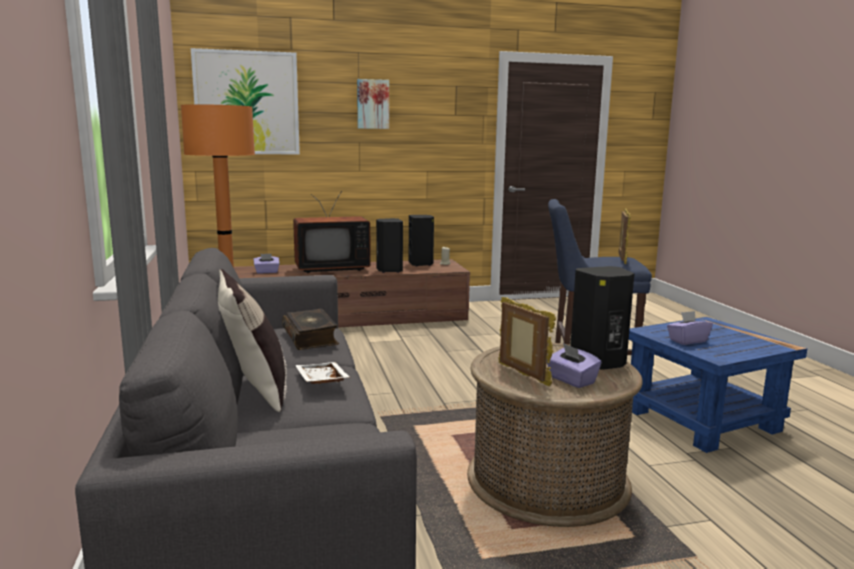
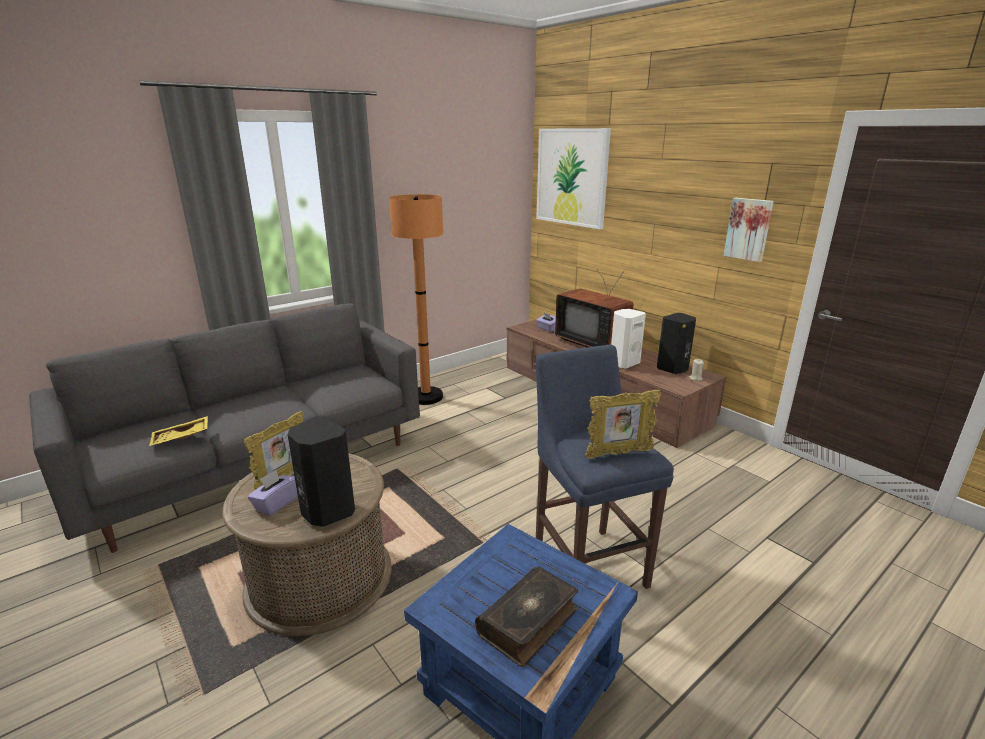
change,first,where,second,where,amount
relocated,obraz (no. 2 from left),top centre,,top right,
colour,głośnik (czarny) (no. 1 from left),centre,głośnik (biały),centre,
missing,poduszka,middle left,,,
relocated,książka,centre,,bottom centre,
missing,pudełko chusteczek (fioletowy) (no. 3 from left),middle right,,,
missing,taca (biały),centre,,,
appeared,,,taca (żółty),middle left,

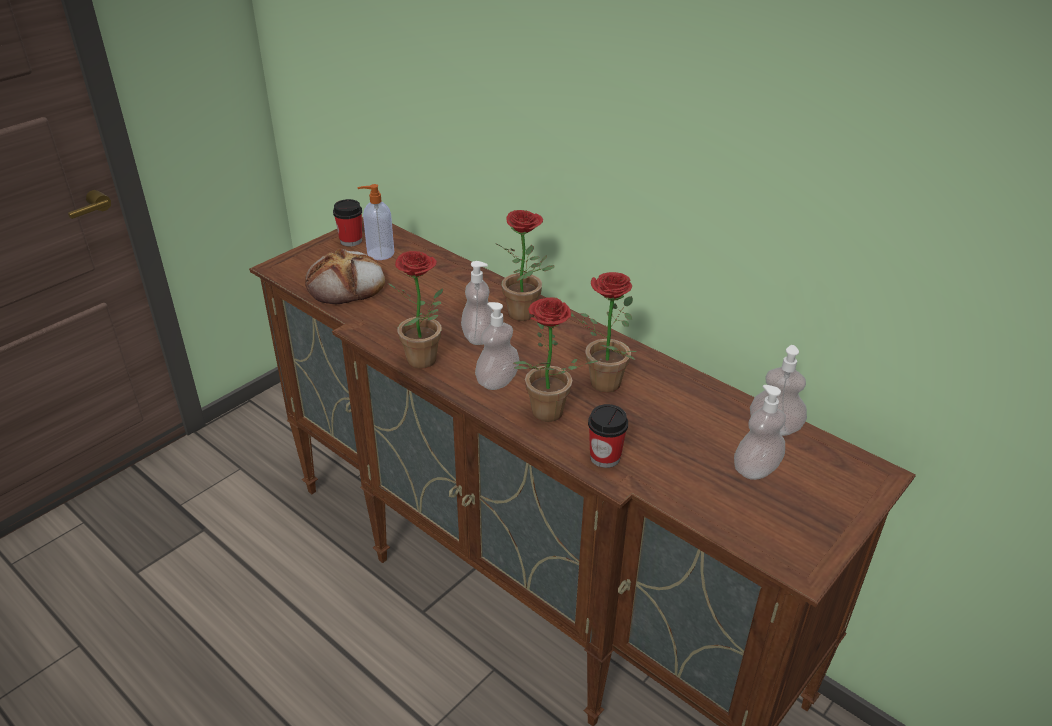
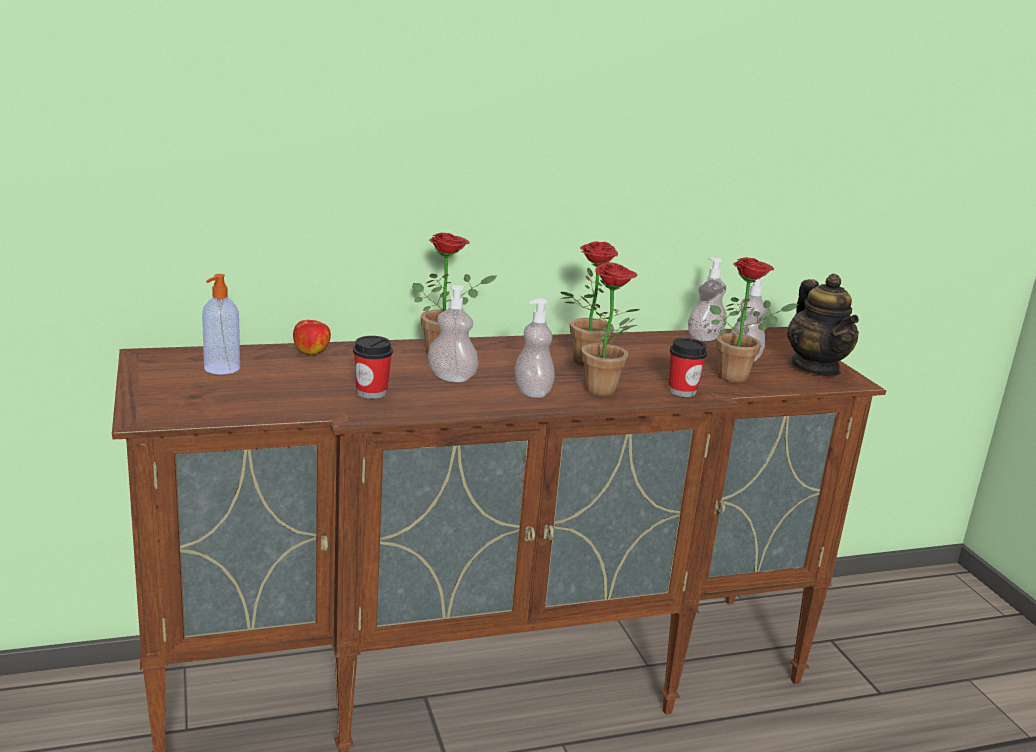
change,first,where,second,where,amount
relocated,filiżanka (no. 1 from left),top left,,centre,
missing,chleb,middle left,,,
relocated,roślina doniczkowa (no. 1 from left in the first image),centre,roślina doniczkowa (no. 4 from left),middle right,
appeared,,,imbryk,middle right,
appeared,,,jabłko,middle left,

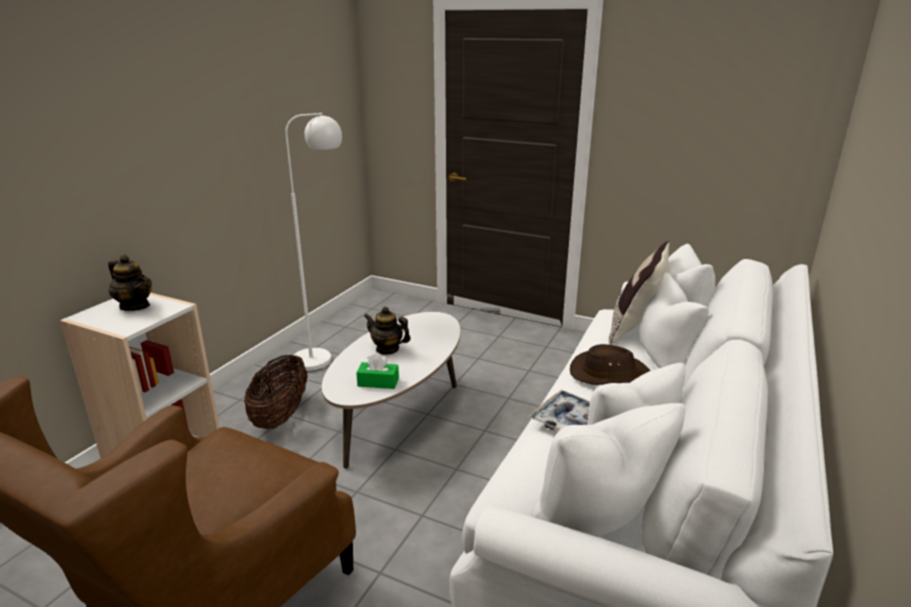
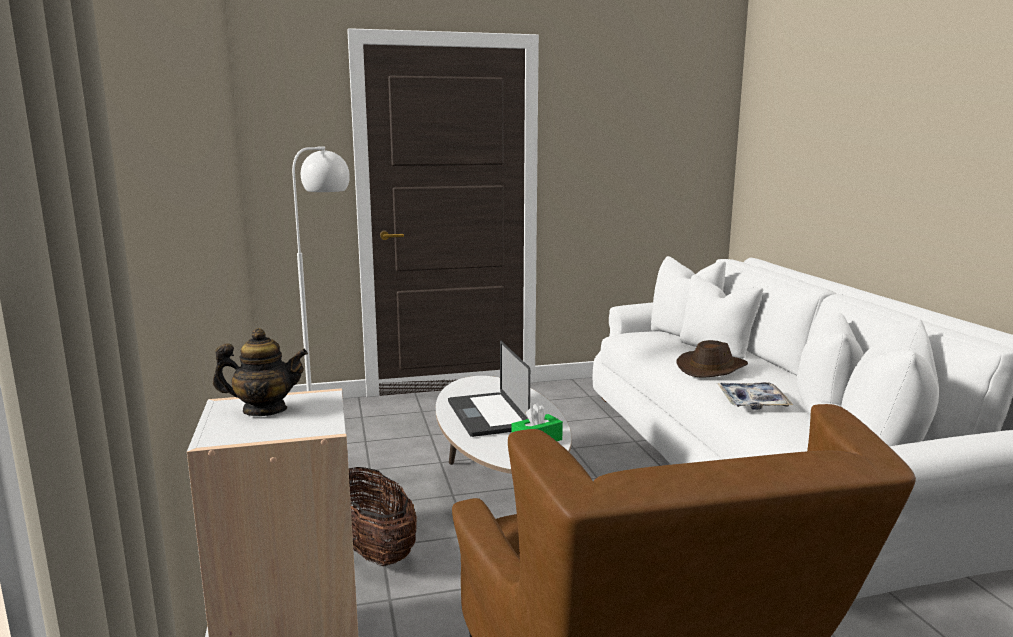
change,first,where,second,where,amount
missing,poduszka,middle right,,,
exchanged,imbryk (no. 2 from left),centre,laptop,centre,

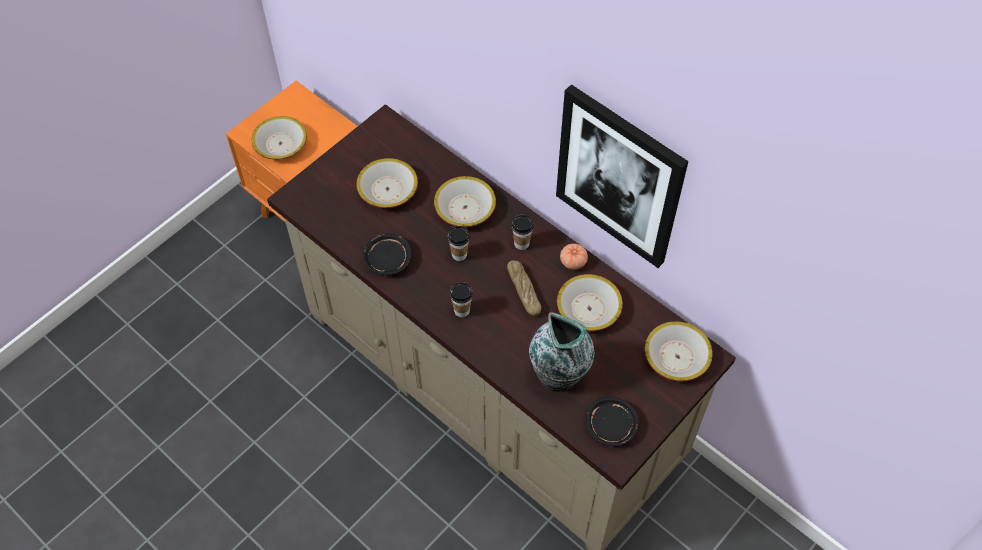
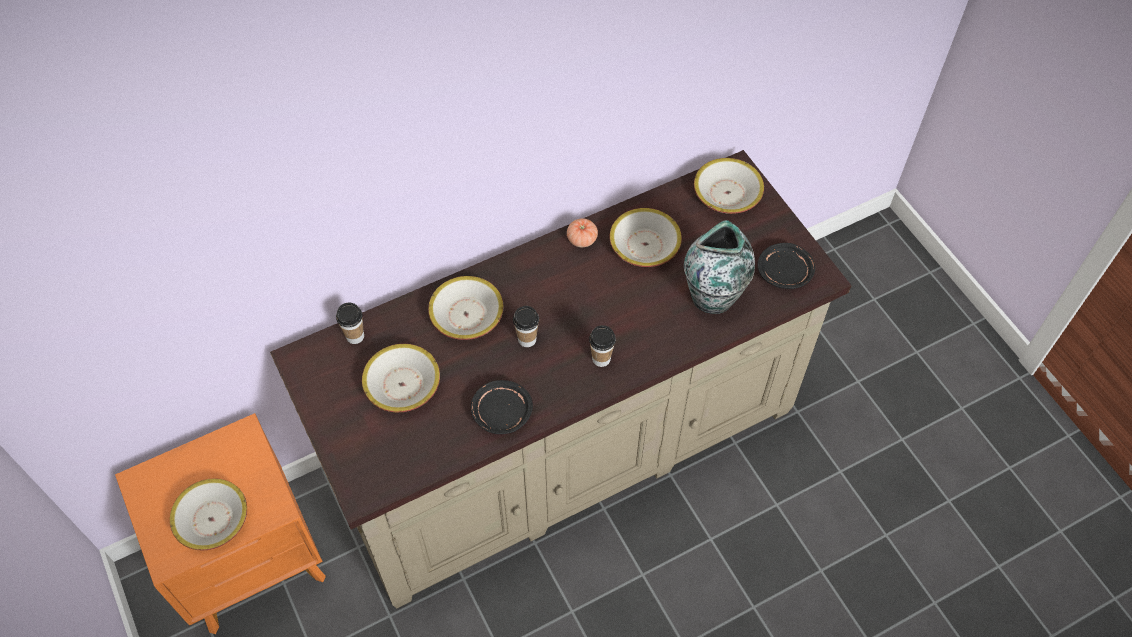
change,first,where,second,where,amount
missing,obraz,top centre,,,
relocated,filiżanka (no. 3 from left in the first image),centre,filiżanka (no. 1 from left),middle left,
missing,chleb,centre,,,

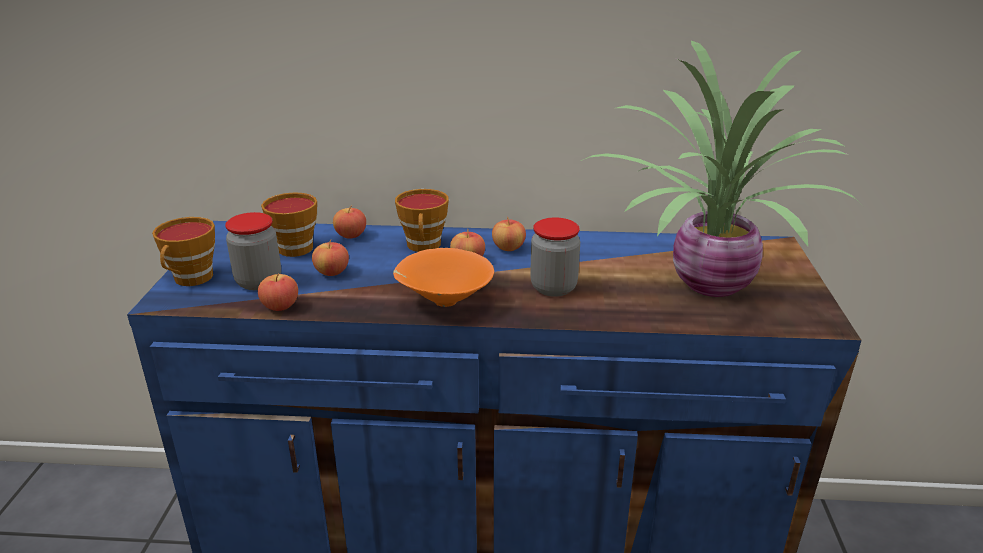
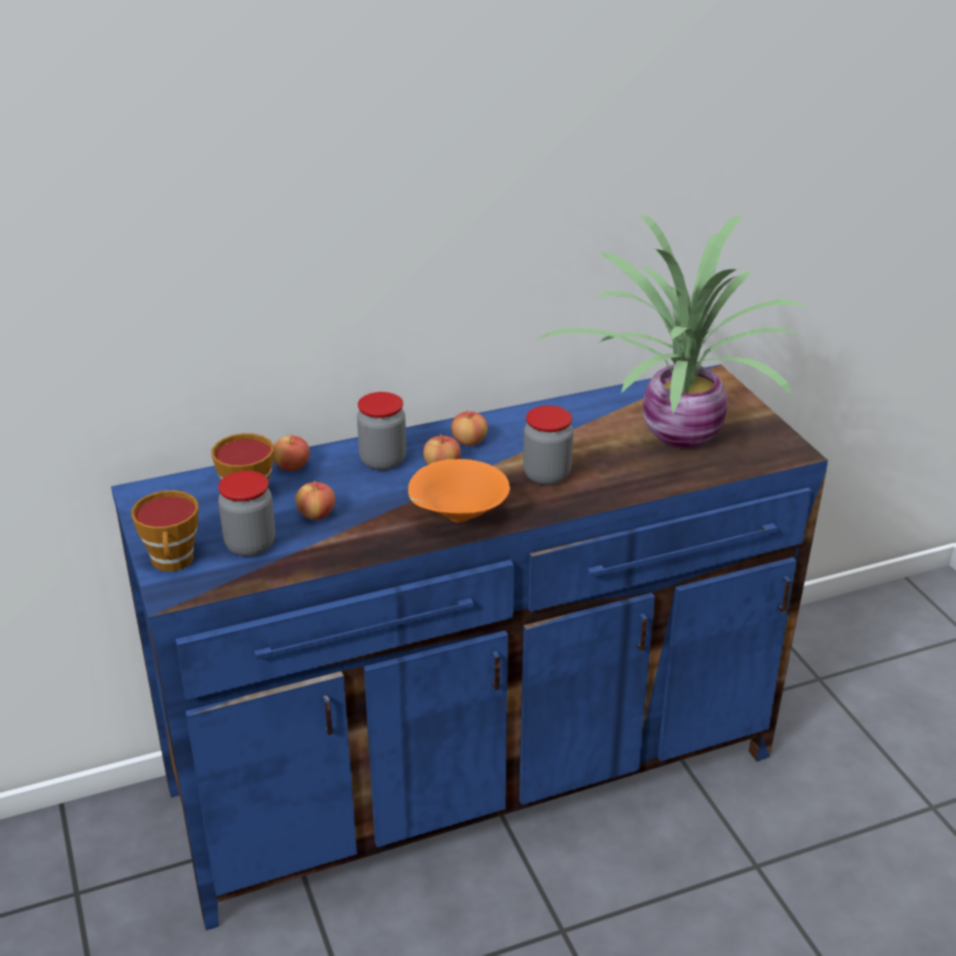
change,first,where,second,where,amount
exchanged,filiżanka (no. 3 from left),centre,słoik (no. 2 from left),centre,
missing,jabłko (no. 1 from left),middle left,,,

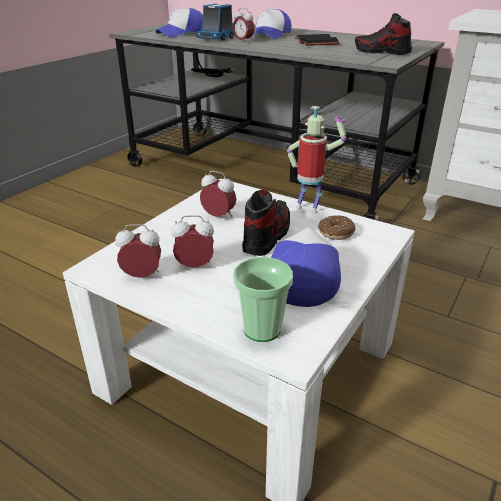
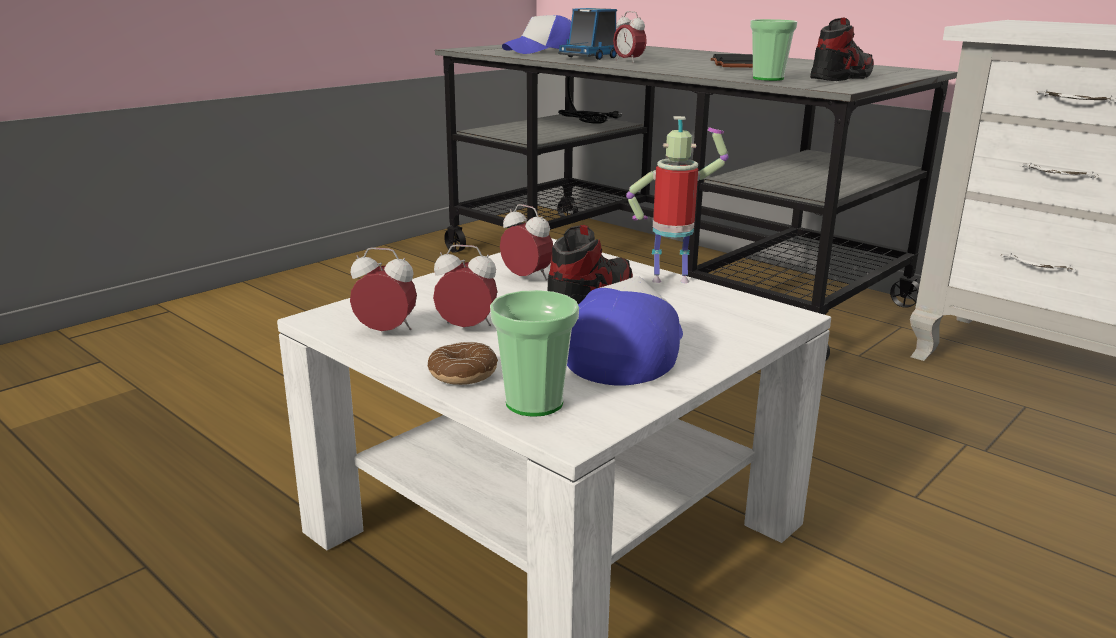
change,first,where,second,where,amount
missing,czapka z daszkiem (no. 2 from left),top centre,,,
spun,but (no. 2 from left),top right,,top right,105 degrees clockwise
spun,robot zabawkowy,top centre,,top centre,45 degrees counterclockwise
relocated,donut,middle right,,centre,
appeared,,,filiżanka (no. 2 from left),top right,

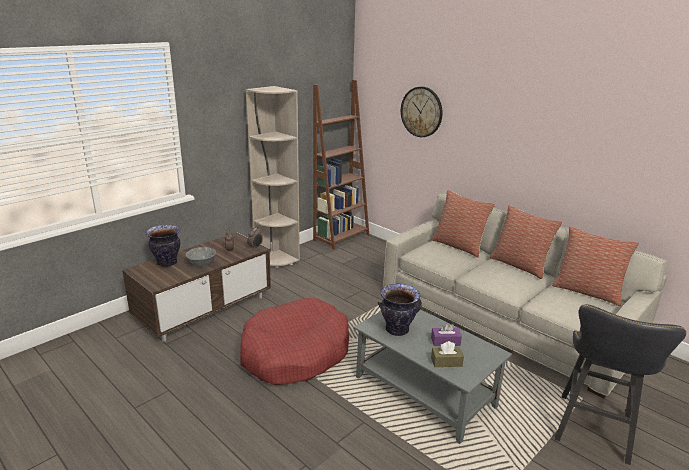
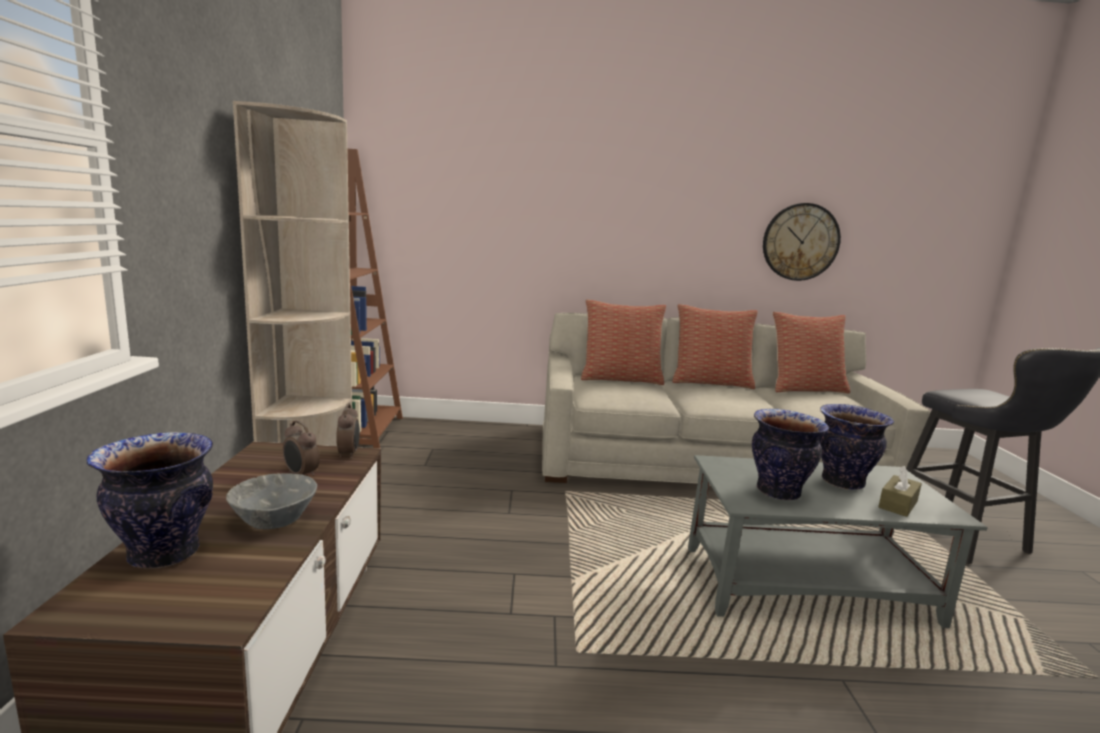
change,first,where,second,where,amount
relocated,zegar ścienny,top centre,,top right,
missing,legowisko (czerwony),bottom centre,,,
exchanged,pudełko chusteczek (fioletowy),bottom centre,wazon (no. 3 from left),middle right,

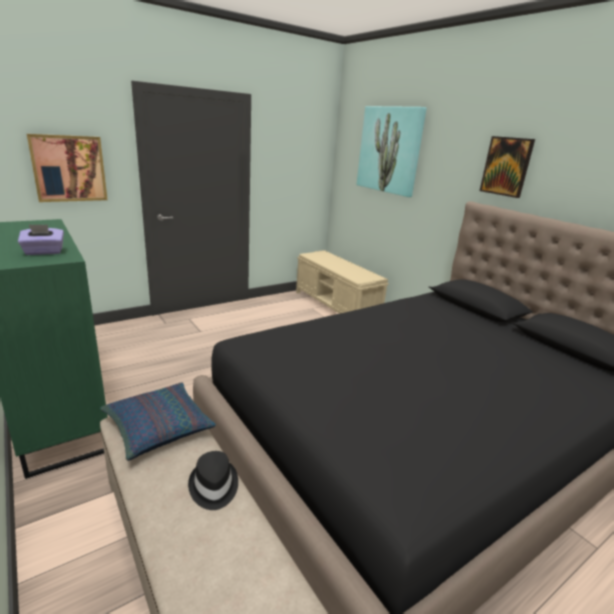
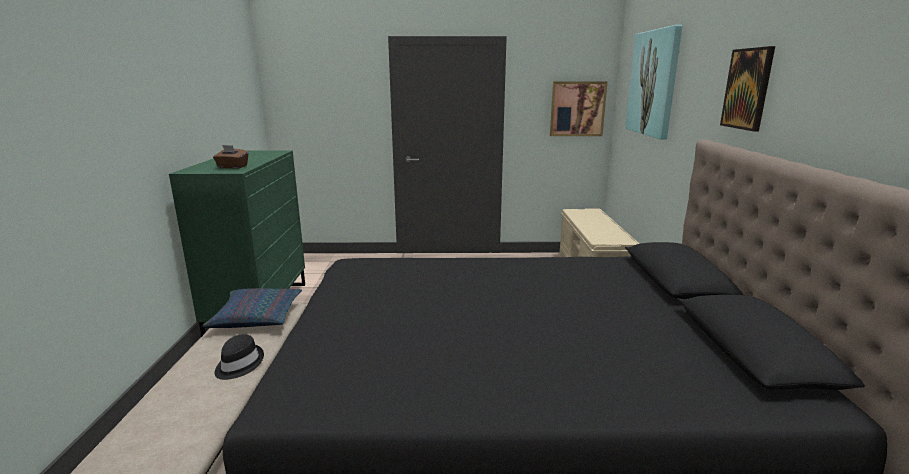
change,first,where,second,where,amount
relocated,obraz (no. 1 from left),top left,,top centre,
colour,pudełko chusteczek (fioletowy),middle left,pudełko chusteczek (brązowy),top left,

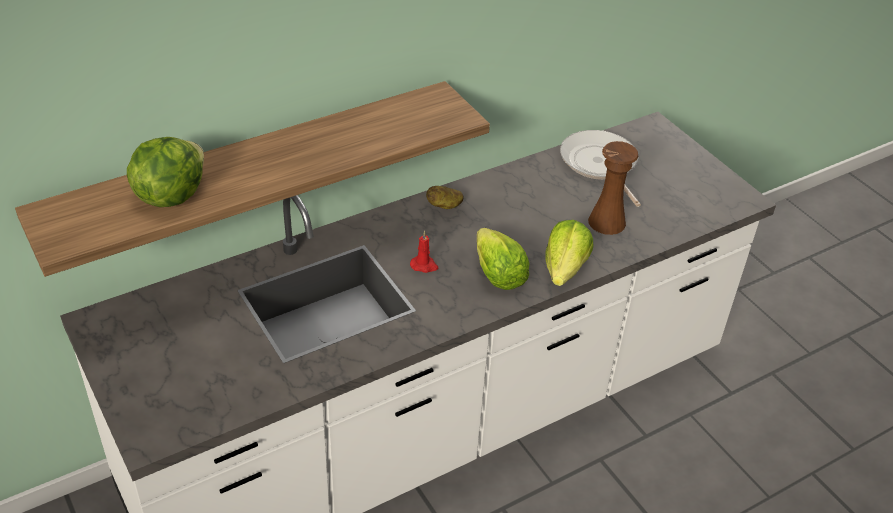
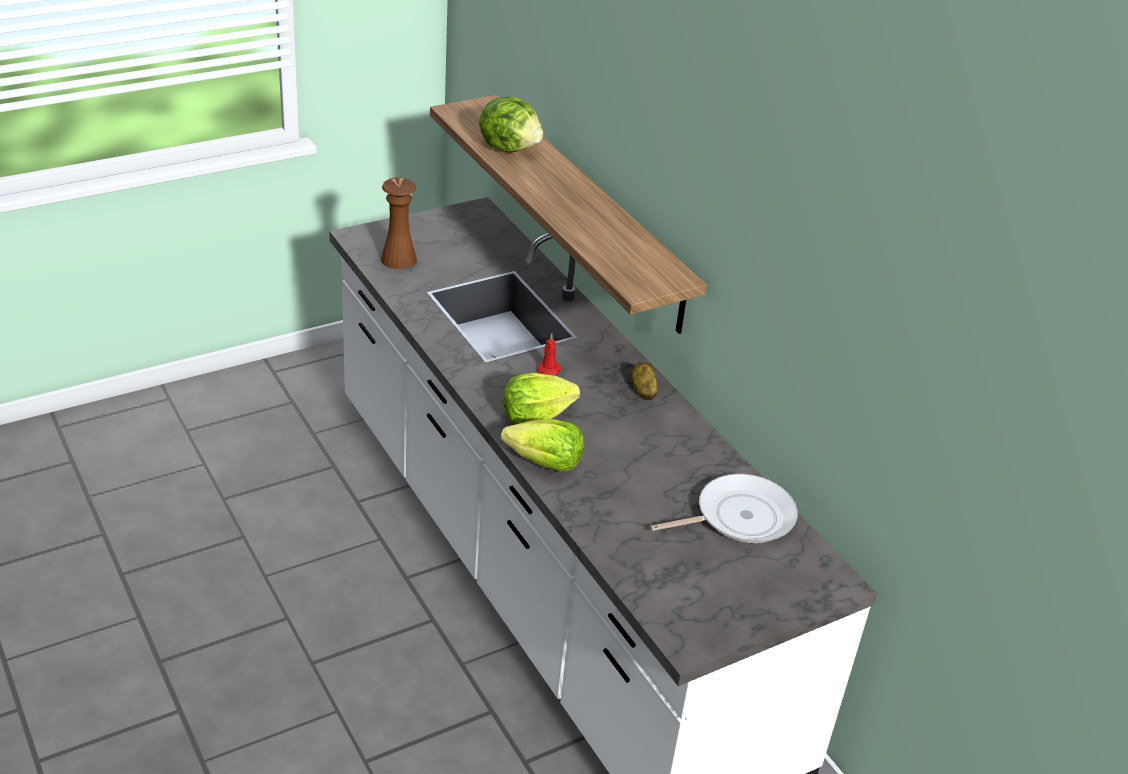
change,first,where,second,where,amount
relocated,wazon (brązowy),middle right,,top centre,

